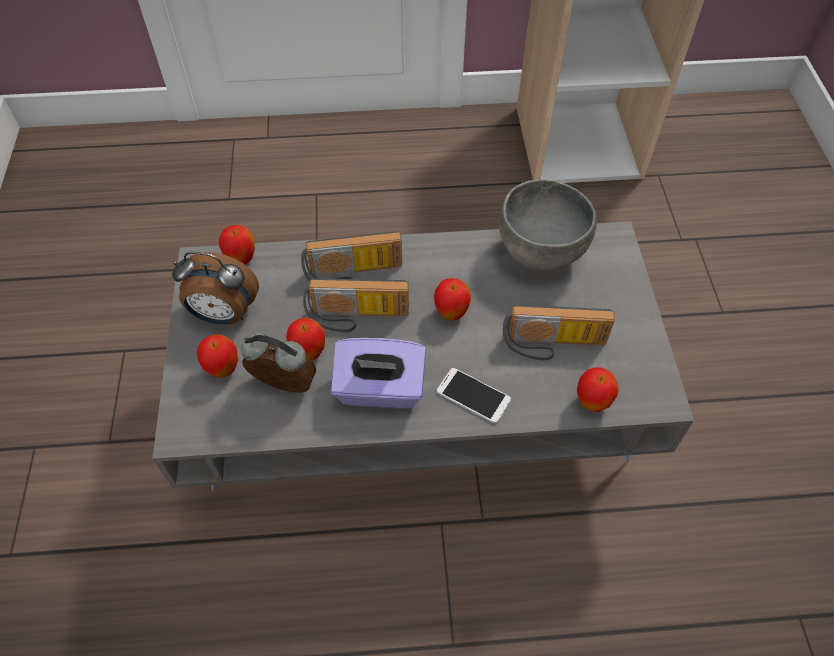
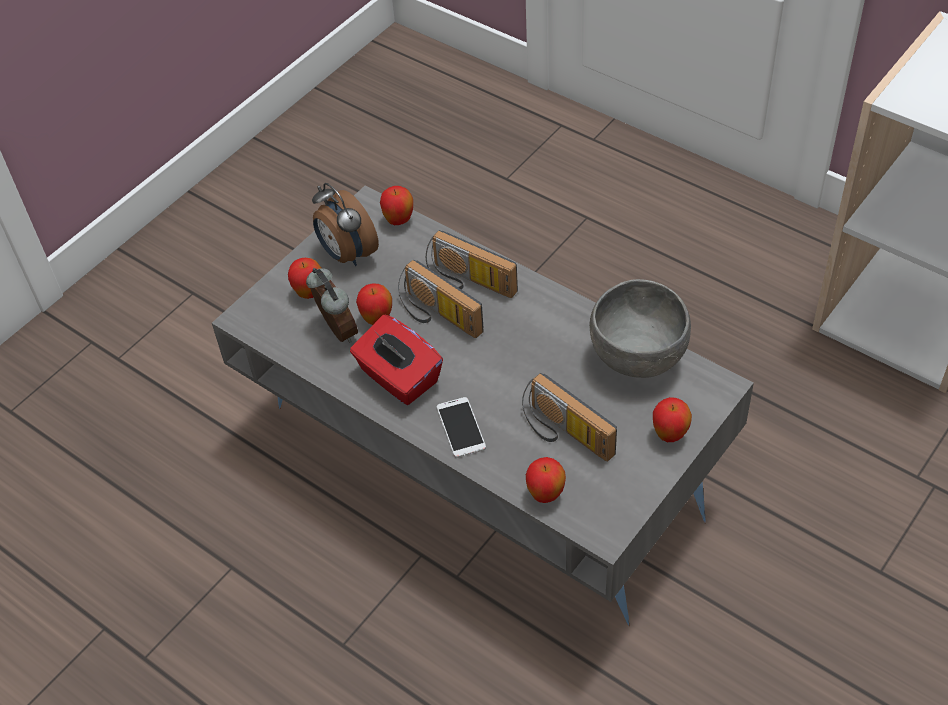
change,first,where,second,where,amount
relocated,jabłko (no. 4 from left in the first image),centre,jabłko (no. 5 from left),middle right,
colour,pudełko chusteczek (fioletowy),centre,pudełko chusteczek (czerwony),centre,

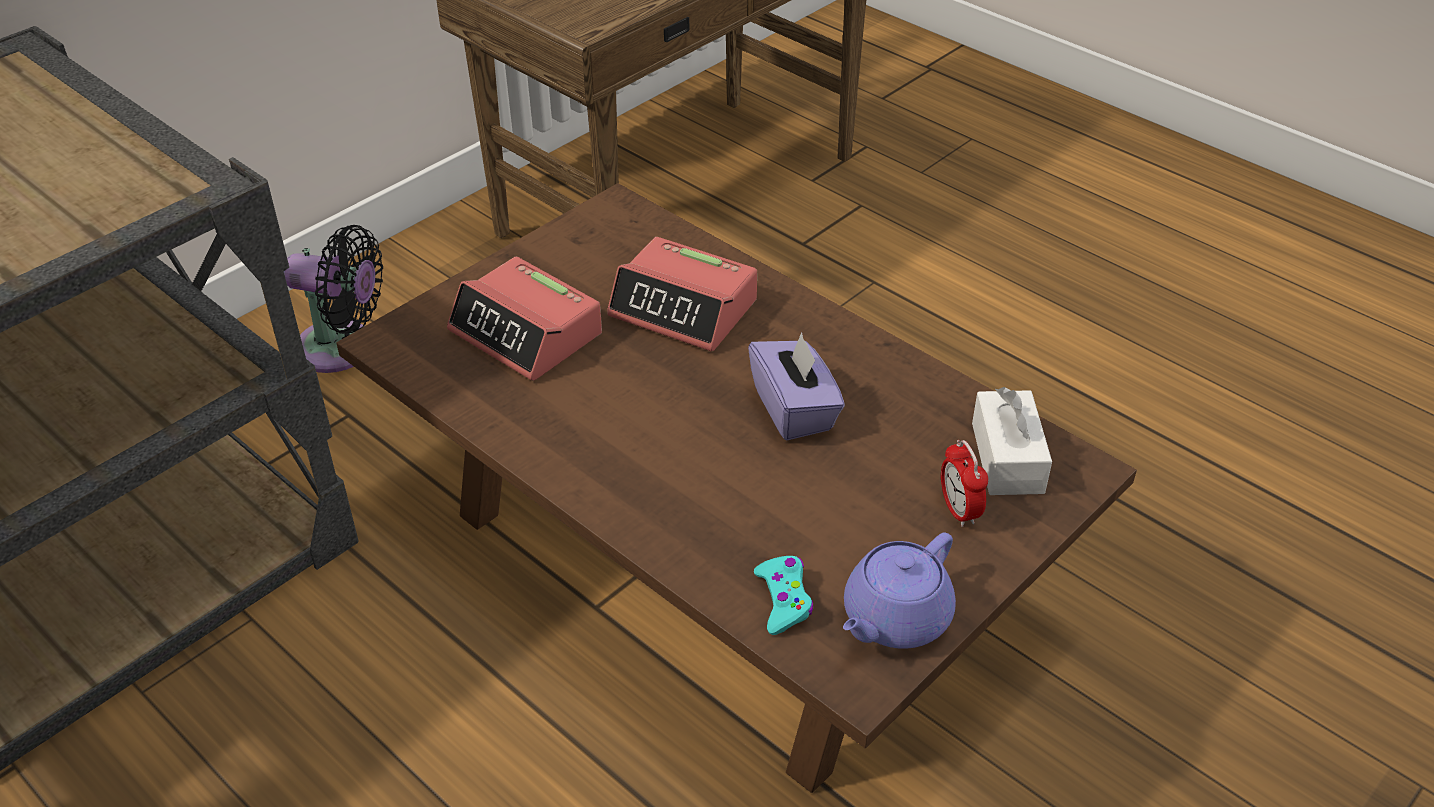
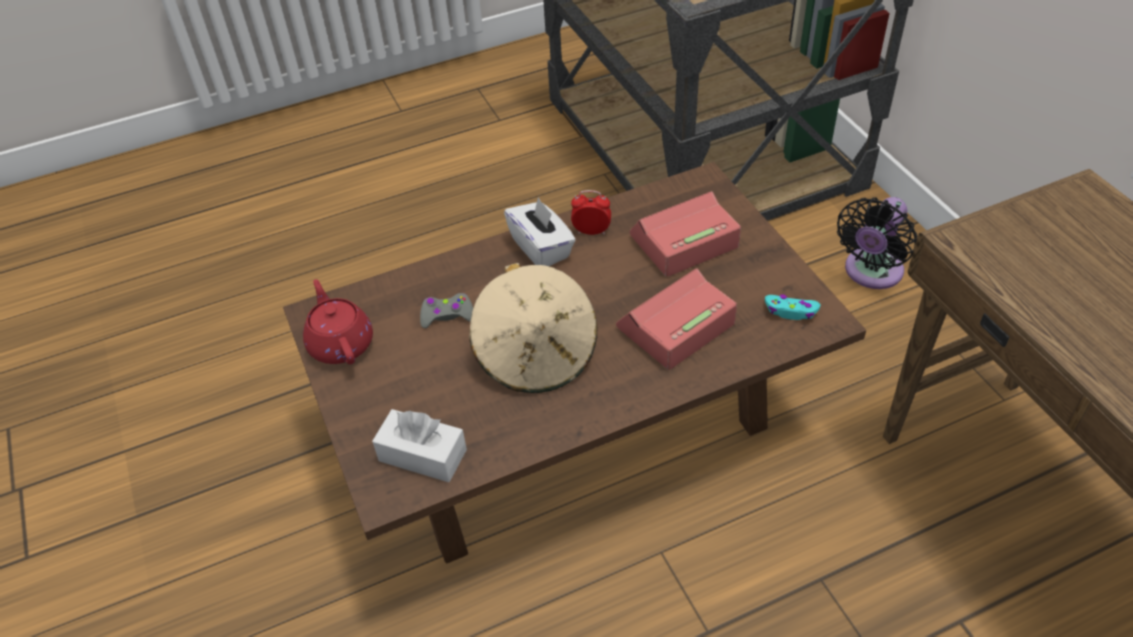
change,first,where,second,where,amount
exchanged,pudełko chusteczek (fioletowy),centre,kapelusz (beżowy),centre,
relocated,budzik (no. 3 from left in the first image),middle right,budzik (no. 1 from left),top centre,
colour,imbryk (fioletowy),bottom centre,imbryk (czerwony),middle left,
relocated,pad do gier (turkusowy),bottom centre,,middle right,
appeared,,,pudełko chusteczek (biały) (no. 2 from left),centre,
appeared,,,pad do gier (szary),centre,

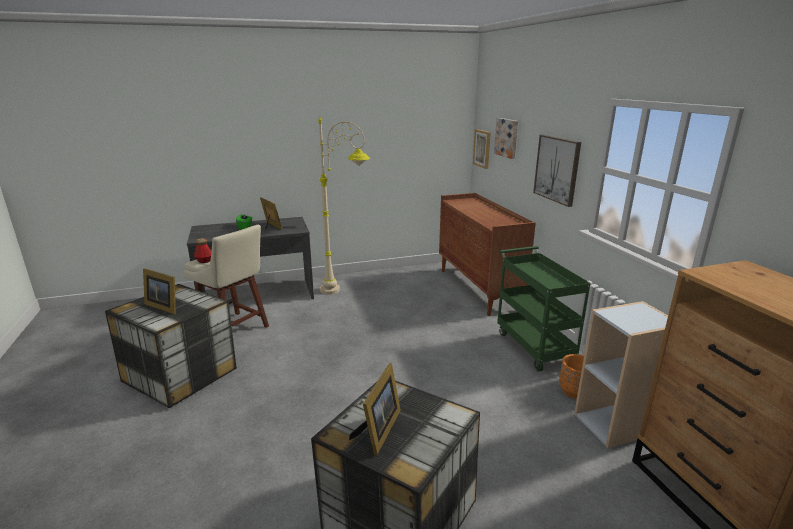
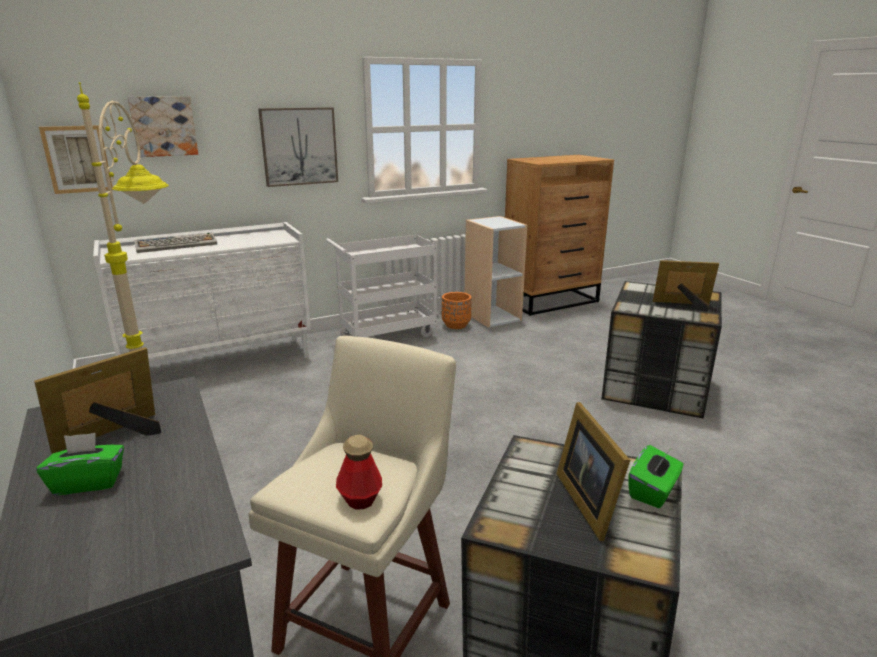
change,first,where,second,where,amount
colour,szafka (brązowy),centre,szafka (biały),middle left,
colour,wózek (zielony),middle right,wózek (biały),centre,
spun,ramka na zdjęcie (no. 1 from left in the first image),middle left,ramka na zdjęcie (no. 2 from left),bottom right,150 degrees clockwise
appeared,,,klawiatura,middle left,
appeared,,,pudełko chusteczek (zielony) (no. 2 from left),bottom right,

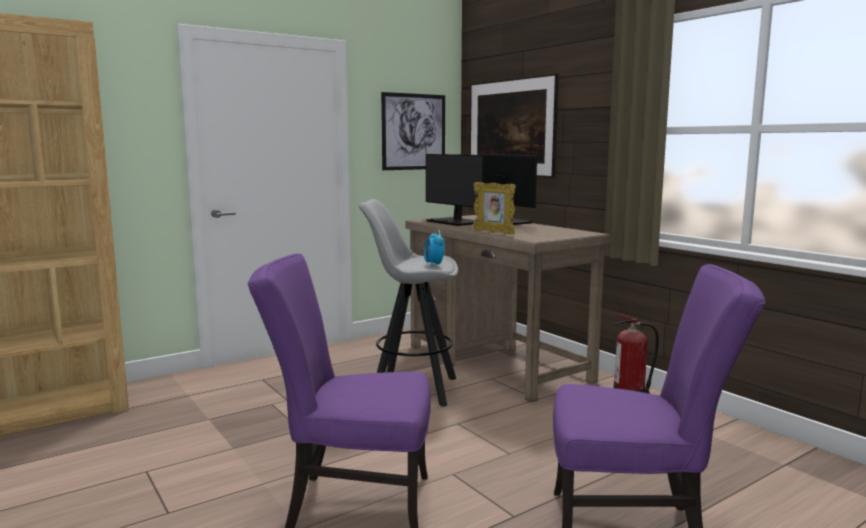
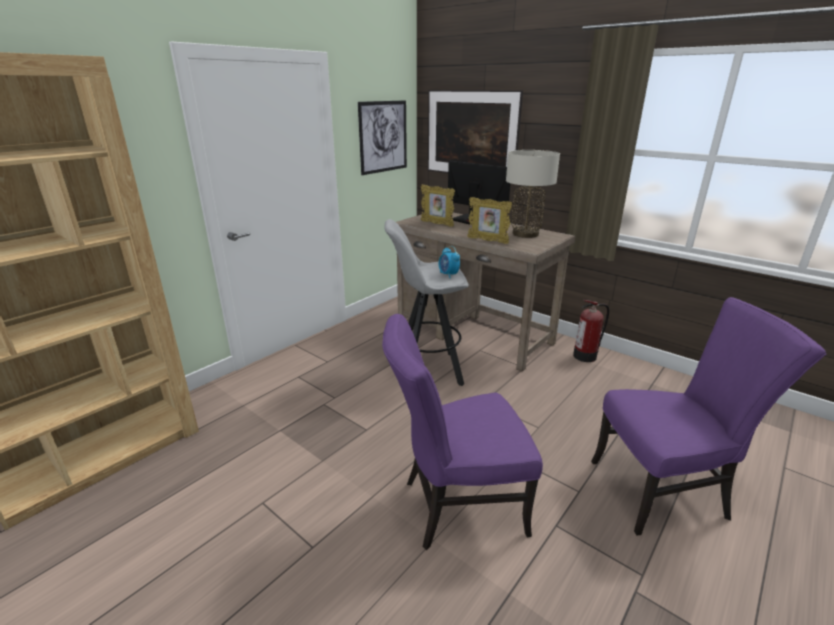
change,first,where,second,where,amount
exchanged,monitor (no. 1 from left),centre,ramka na zdjęcie (no. 1 from left),top centre,
appeared,,,lampa stołowa,top centre,

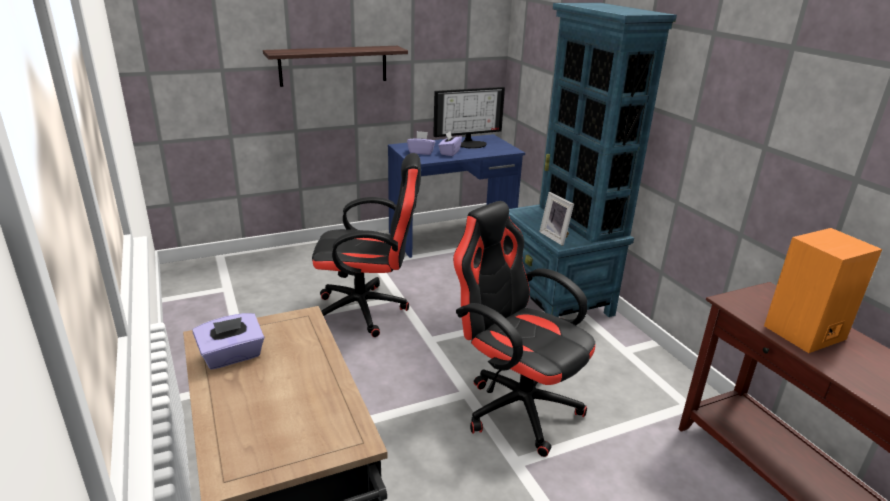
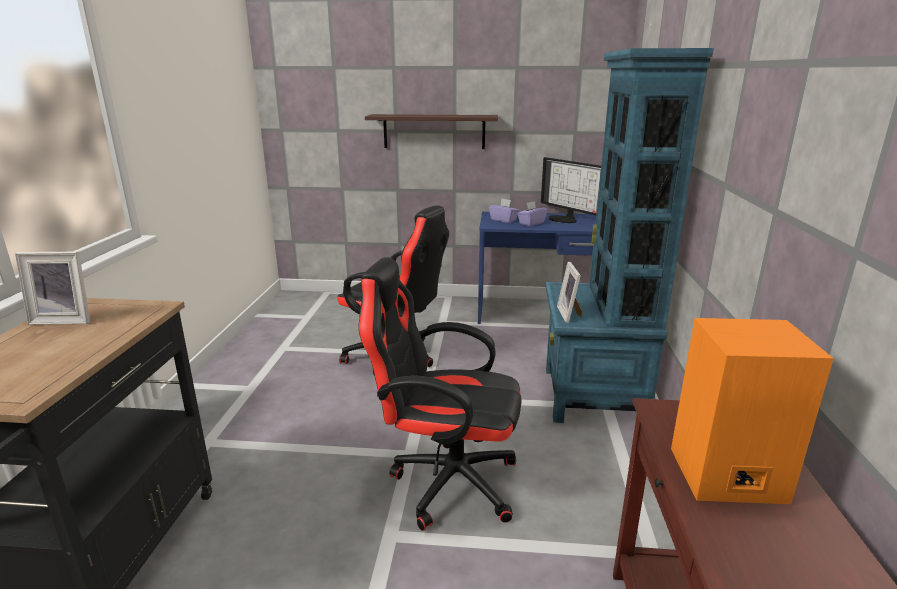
change,first,where,second,where,amount
spun,monitor,top centre,,top centre,45 degrees clockwise
spun,krzesło biurowe (czarny) (no. 2 from left),centre,,bottom centre,60 degrees counterclockwise
exchanged,pudełko chusteczek (fioletowy) (no. 1 from left),bottom left,ramka na zdjęcie (no. 1 from left),middle left,

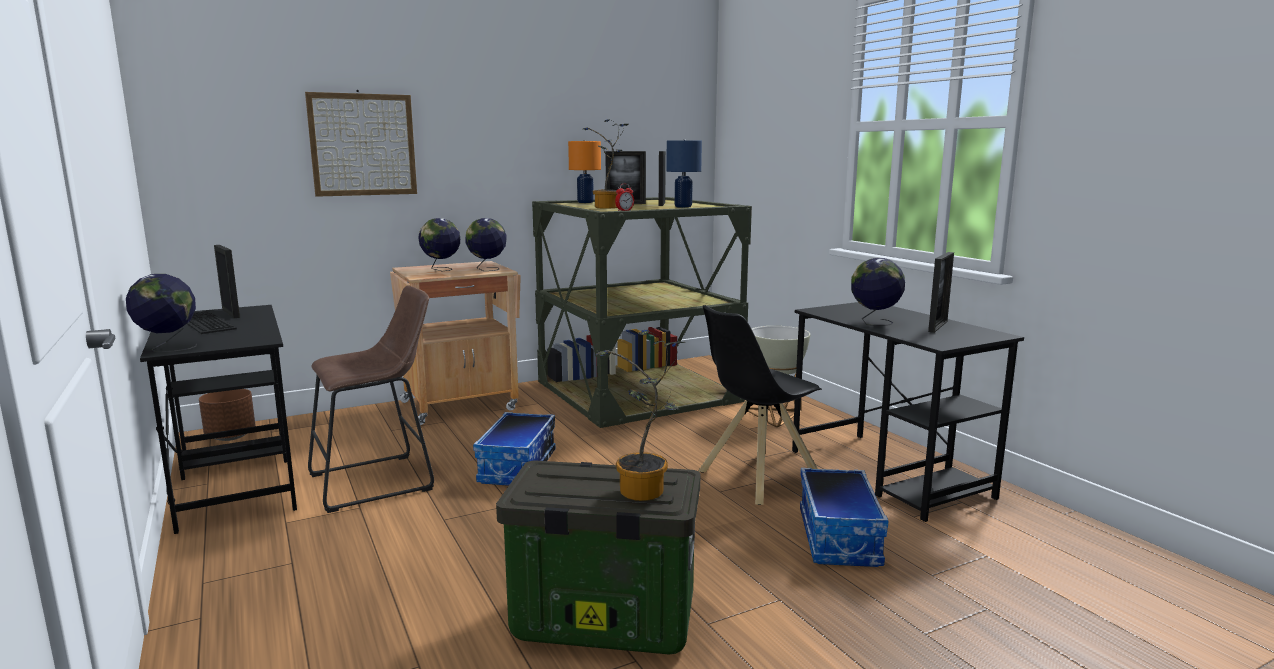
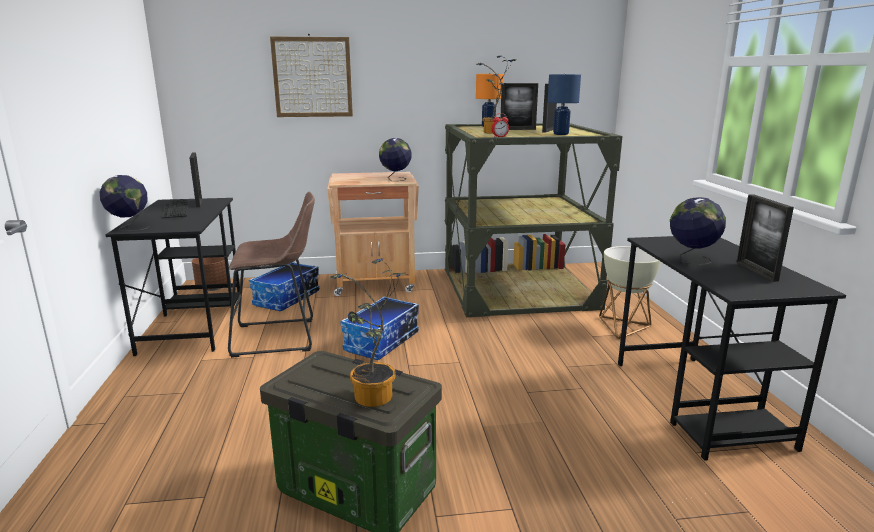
change,first,where,second,where,amount
missing,globus (no. 2 from left),centre,,,
spun,ramka na zdjęcie (no. 4 from left),middle right,,middle right,120 degrees clockwise
missing,krzesło (czarny),centre,,,
relocated,pojemnik do przechowywania (no. 3 from left in the first image),bottom centre,pojemnik do przechowywania (no. 1 from left),middle left,

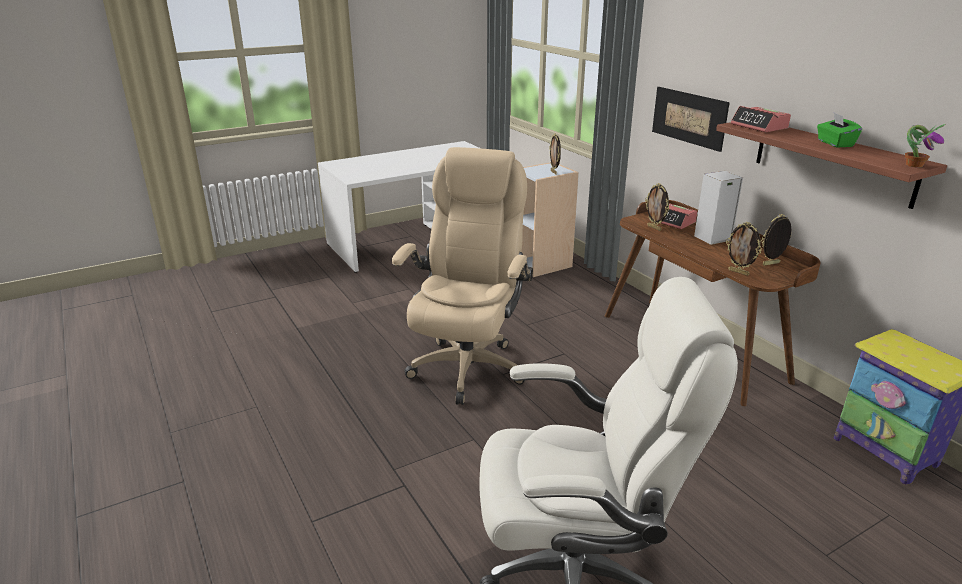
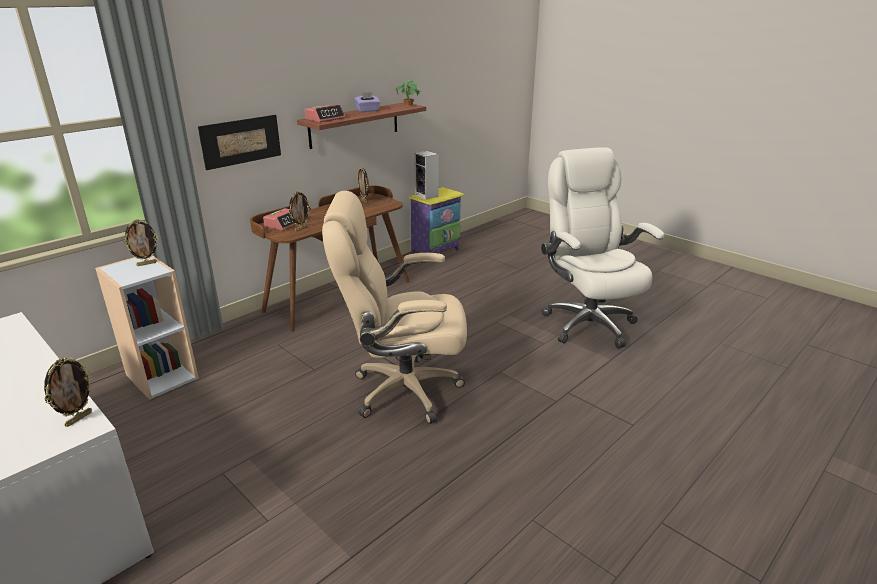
change,first,where,second,where,amount
colour,pudełko chusteczek (zielony),top right,pudełko chusteczek (fioletowy),top centre,
relocated,głośnik,middle right,,top centre,
relocated,ramka na zdjęcie (no. 3 from left in the first image),middle right,ramka na zdjęcie (no. 1 from left),bottom left,

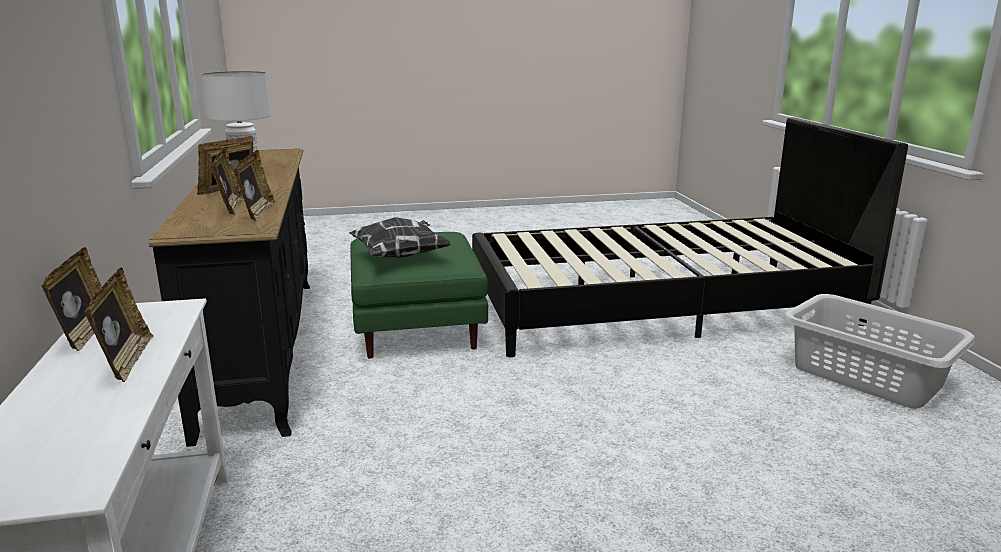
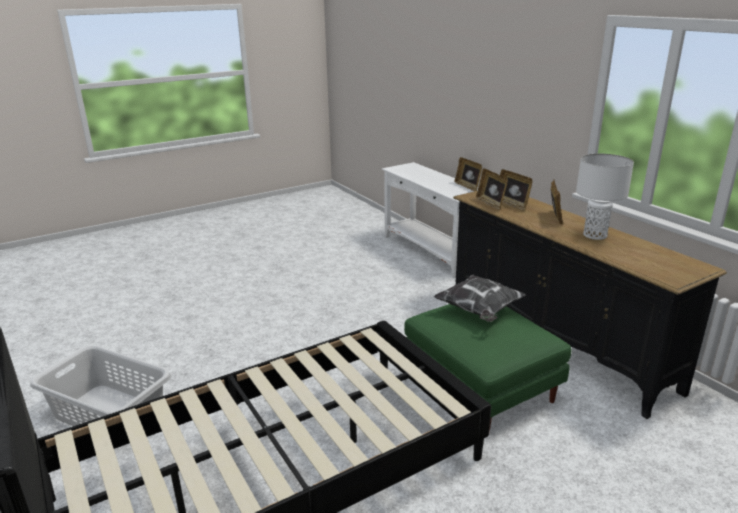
change,first,where,second,where,amount
missing,ramka na zdjęcie (no. 2 from left),middle left,,,

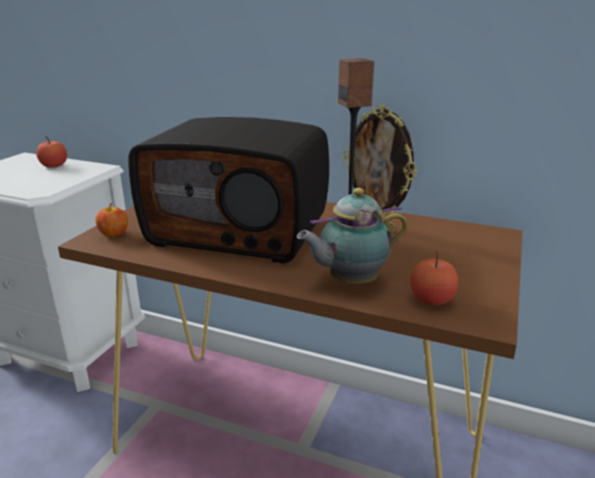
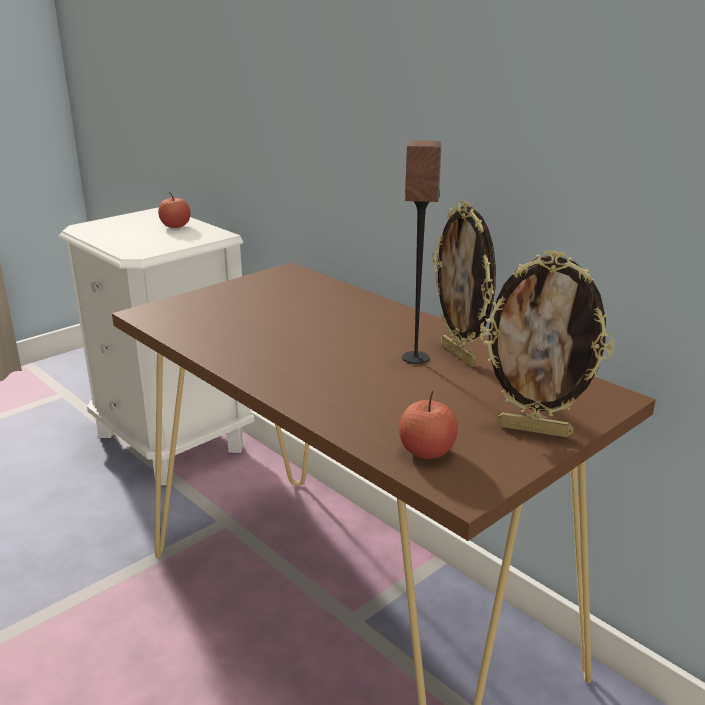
change,first,where,second,where,amount
missing,radio,centre,,,
missing,imbryk,centre,,,
missing,jabłko (no. 2 from left),middle left,,,
appeared,,,ramka na zdjęcie (no. 2 from left),middle right,

